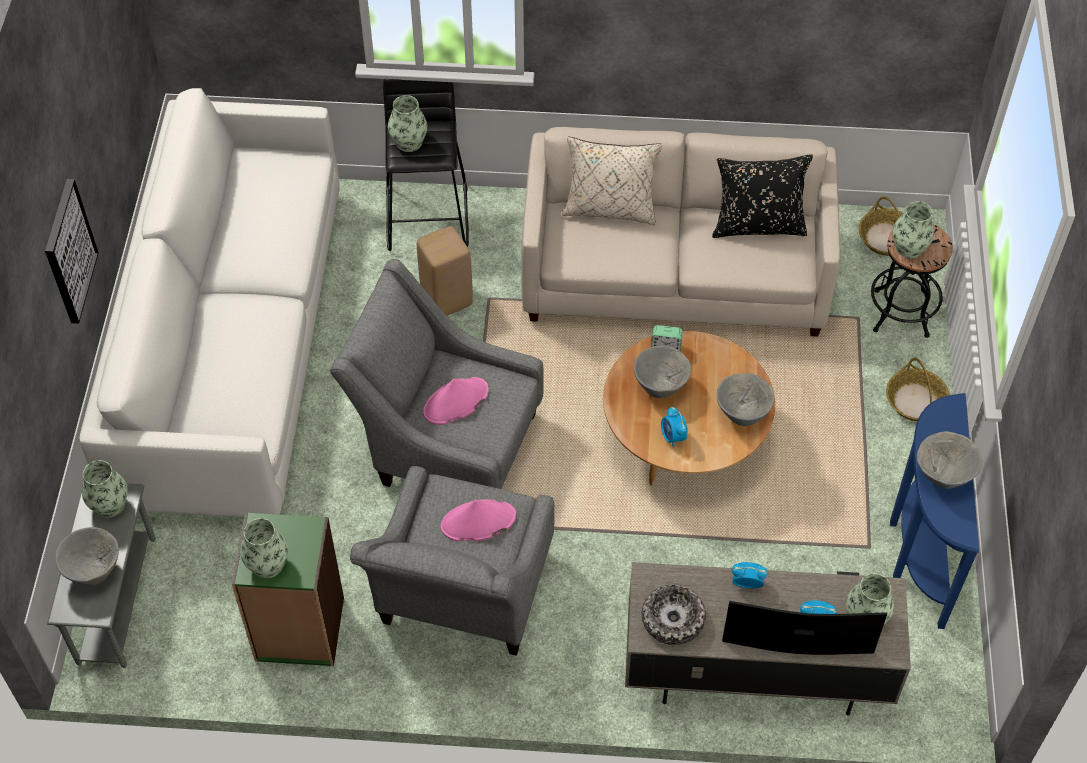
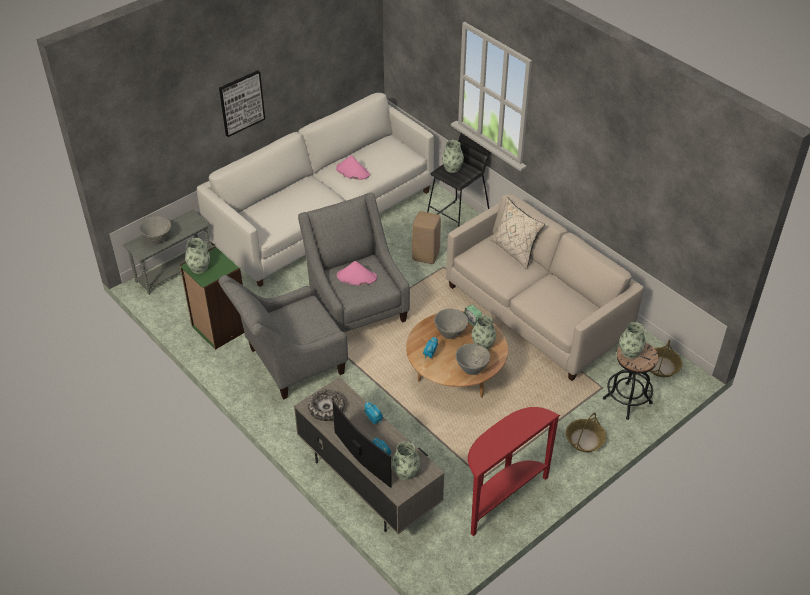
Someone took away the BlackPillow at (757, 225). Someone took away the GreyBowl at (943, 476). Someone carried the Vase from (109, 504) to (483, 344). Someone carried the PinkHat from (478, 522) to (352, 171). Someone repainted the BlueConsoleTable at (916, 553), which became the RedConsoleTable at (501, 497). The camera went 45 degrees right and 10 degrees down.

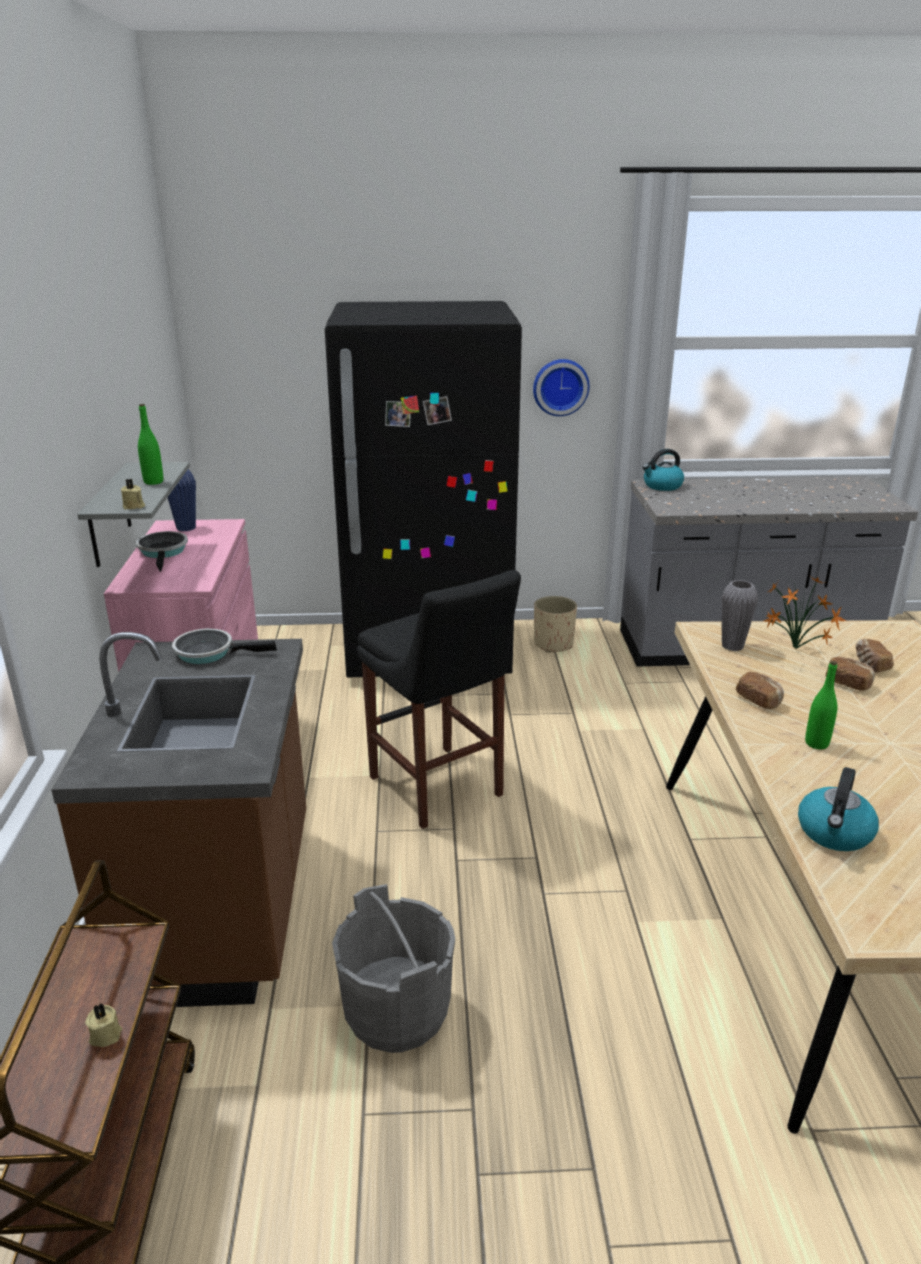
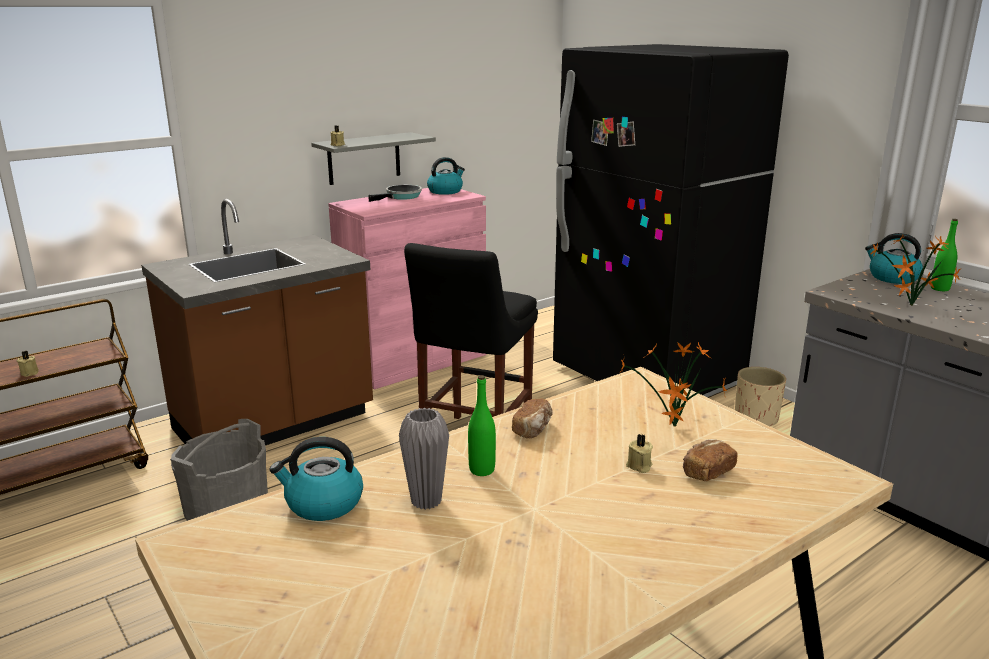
Someone took away the FryingPan at (210, 652). Someone took away the WallClock at (560, 386). Someone put down the PottedPlant at (909, 306). Someone carried the GreenBottle from (153, 482) to (940, 288). Someone carried the GreyVase from (732, 646) to (426, 501). Someone swapped the BlueVase at (186, 528) for the Kettle at (445, 191). Someone swapped the Bread at (848, 683) for the BeigeCandle at (639, 466). The camera went 55 degrees right and 5 degrees down.

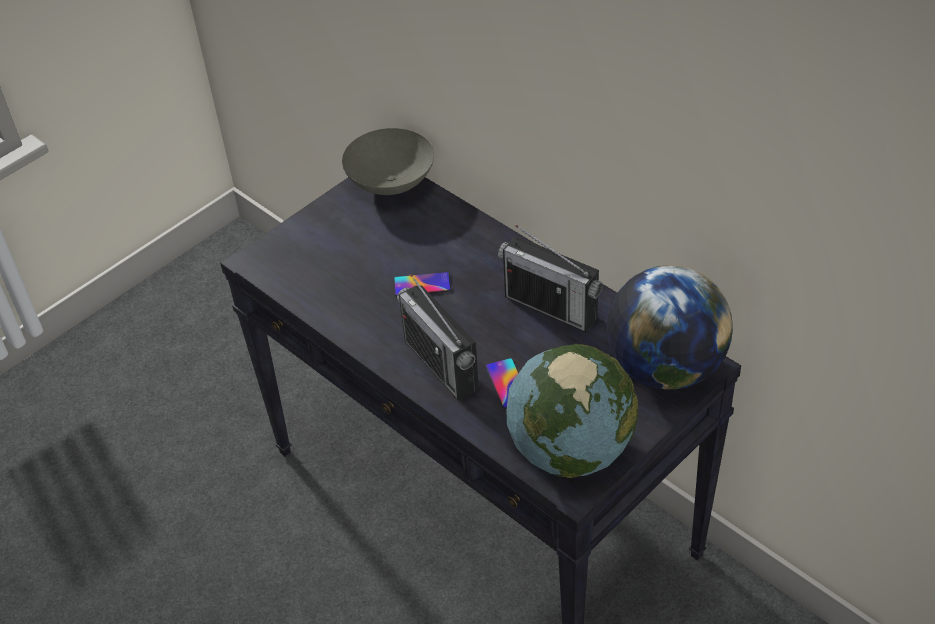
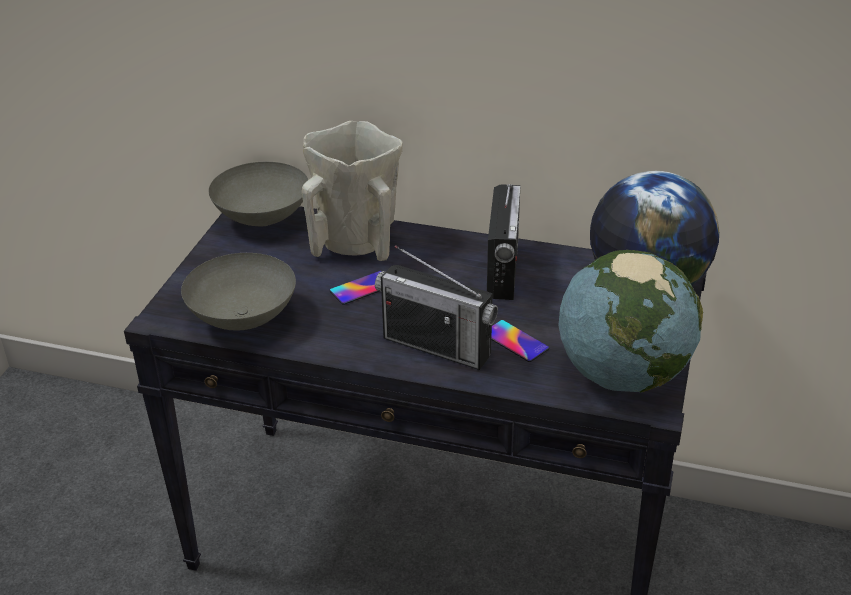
Someone put down the GreyBowl at (241, 319). Someone put down the BeigeVase at (357, 240). Someone rotated the Radio at (551, 307) by 90 degrees counterclockwise. The camera went 30 degrees left and 10 degrees down.

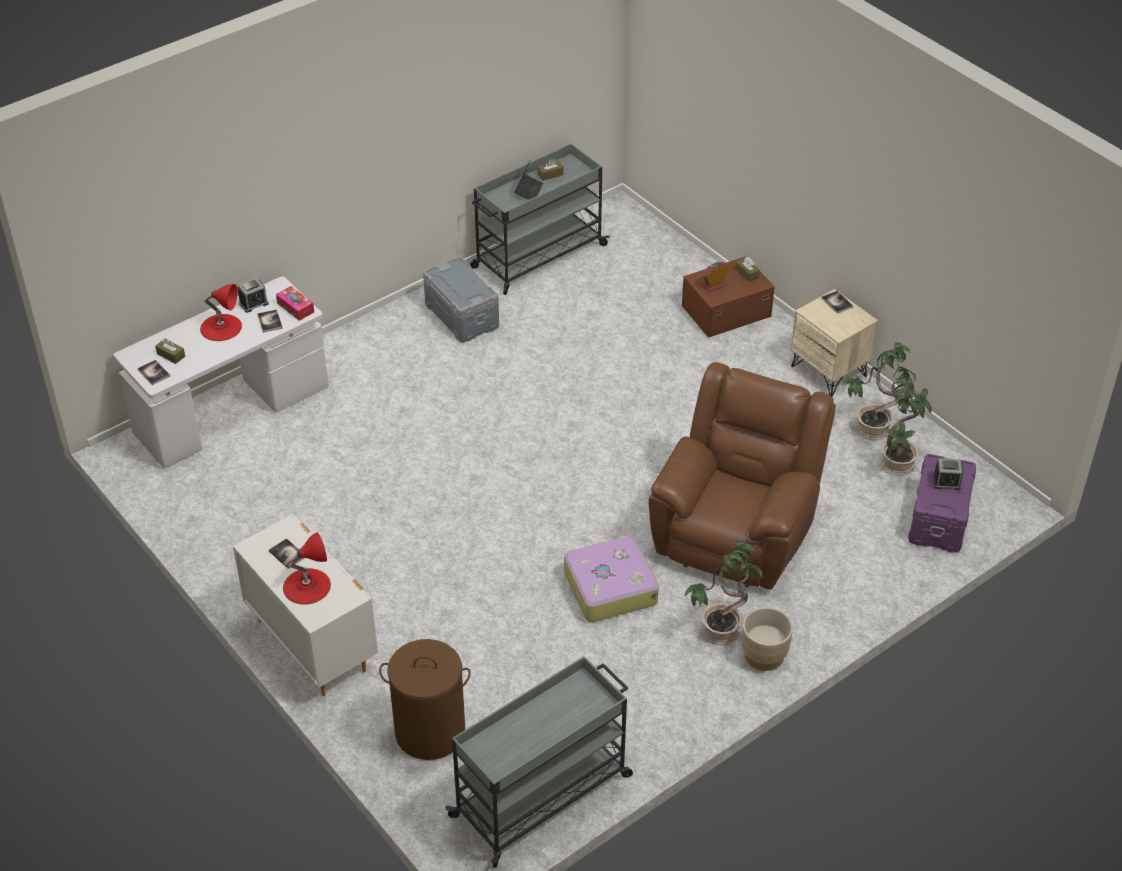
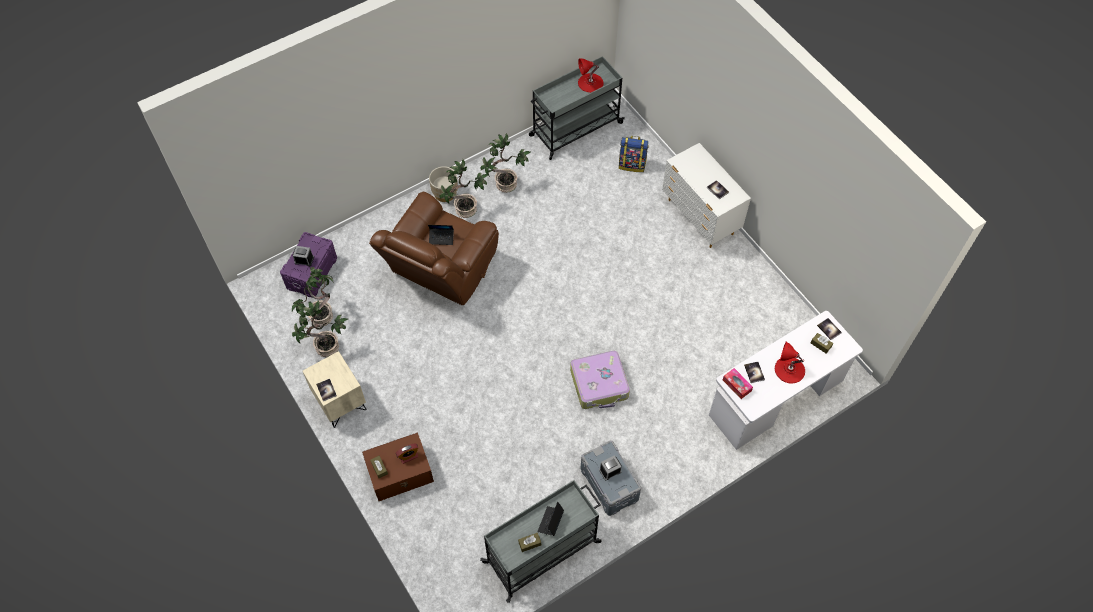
Someone put down the Laptop at (441, 238). Someone put down the PottedPlant at (506, 185). Someone carried the AlarmClock from (253, 303) to (610, 471). Someone carried the RedTableLamp from (306, 586) to (590, 83). Someone carried the Suitcase from (609, 587) to (599, 384). Someone swapped the BrownLaundryBasket at (430, 732) for the Backpack at (632, 164). The camera went 175 degrees left and 15 degrees up.

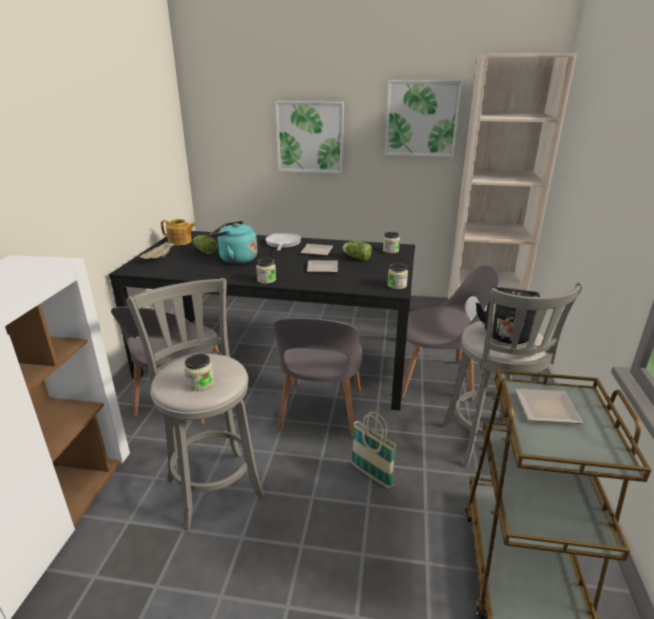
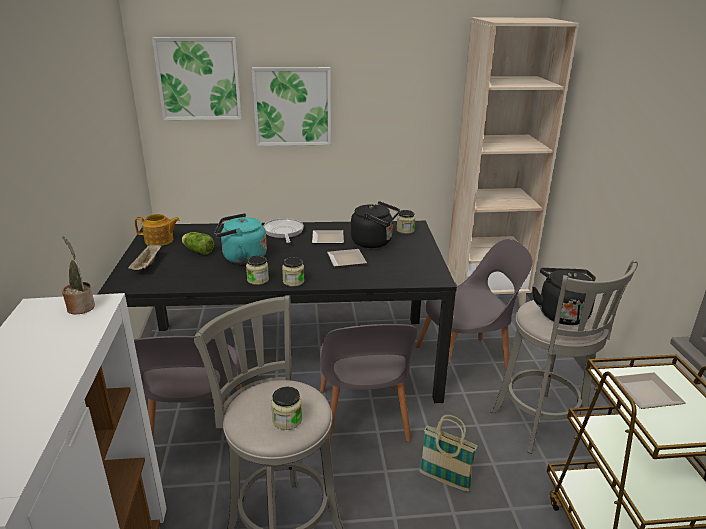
Someone put down the PottedPlant at (81, 306). Someone carried the Picture from (421, 119) to (199, 79). Someone carried the Jar from (397, 285) to (258, 280). Someone swapped the Lettuce at (356, 257) for the BlackKettle at (374, 242). The camera went 15 degrees left and 0 degrees up.

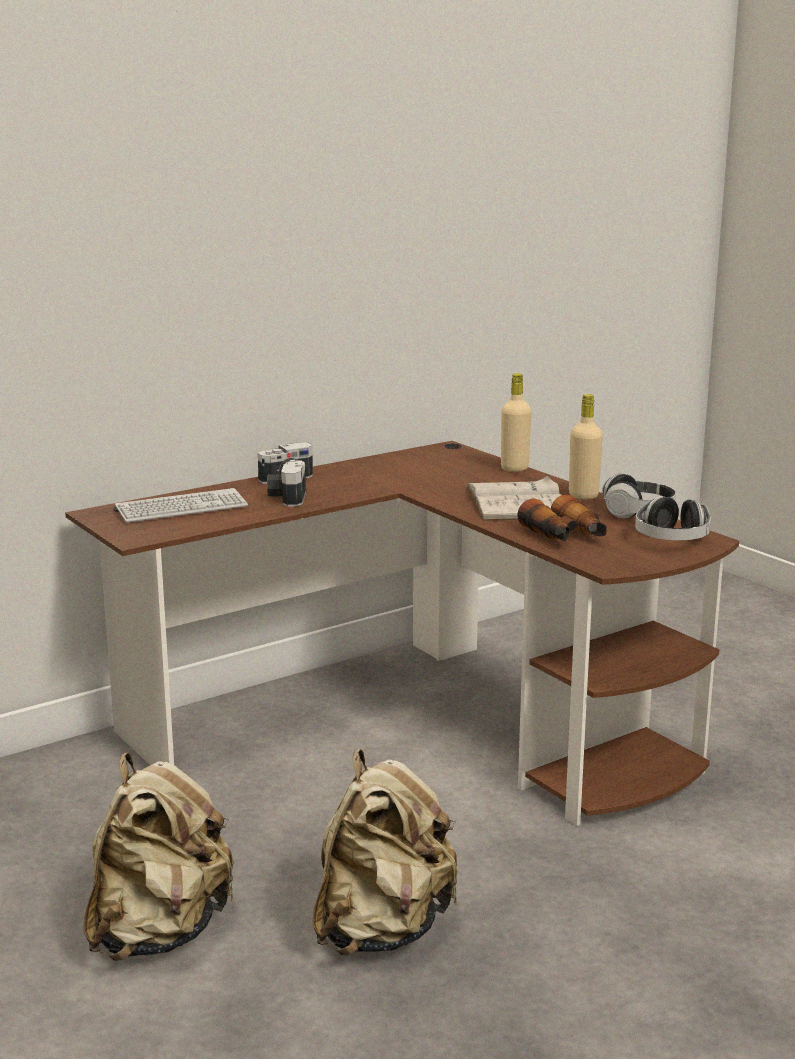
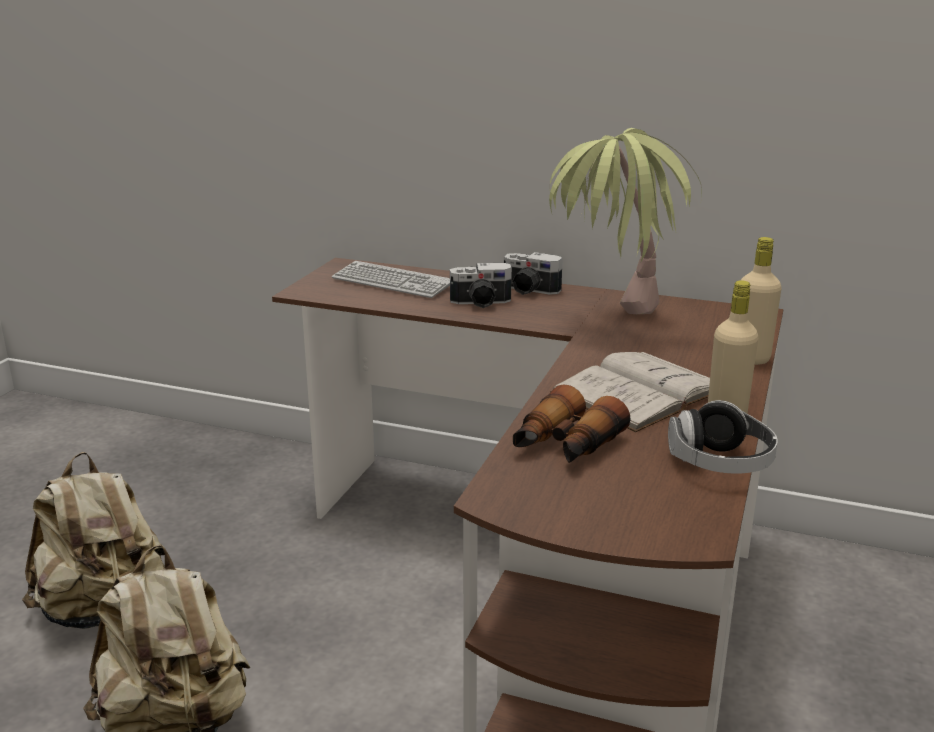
Someone took away the Headphones at (671, 541). Someone put down the PottedPlant at (611, 324). Someone rotated the PhotoCamera at (286, 497) by 150 degrees counterclockwise. The camera went 55 degrees right and 5 degrees up.

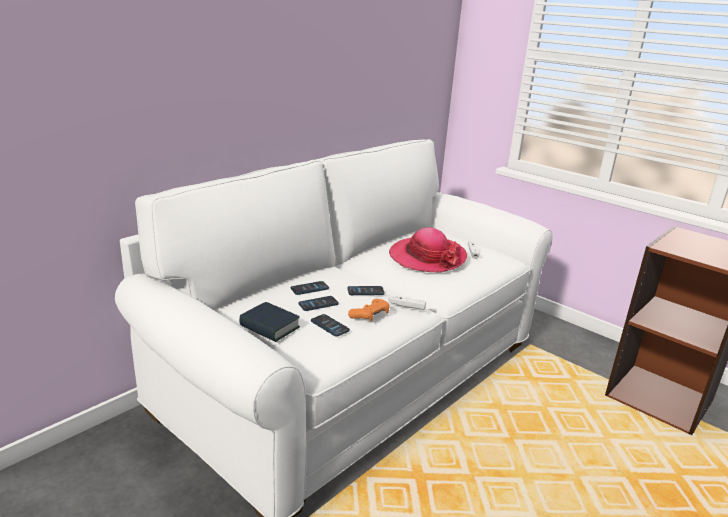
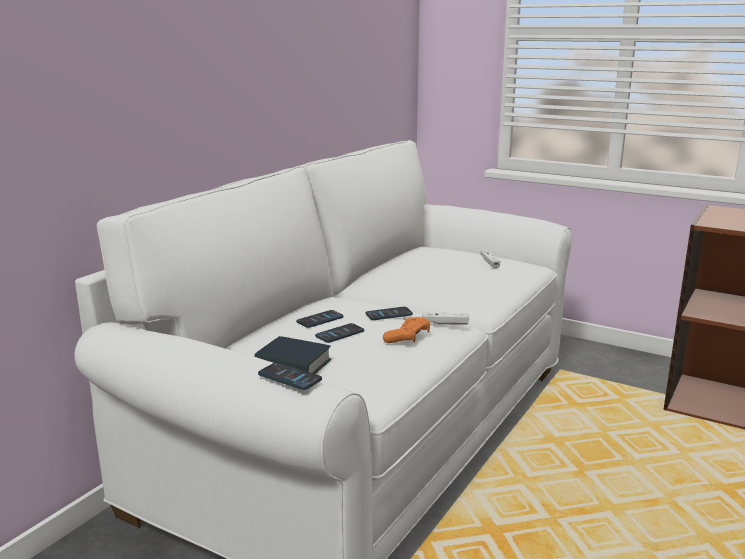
Someone took away the Hat at (427, 257). Someone carried the Phone from (329, 326) to (289, 377). The camera went 10 degrees left and 5 degrees down.

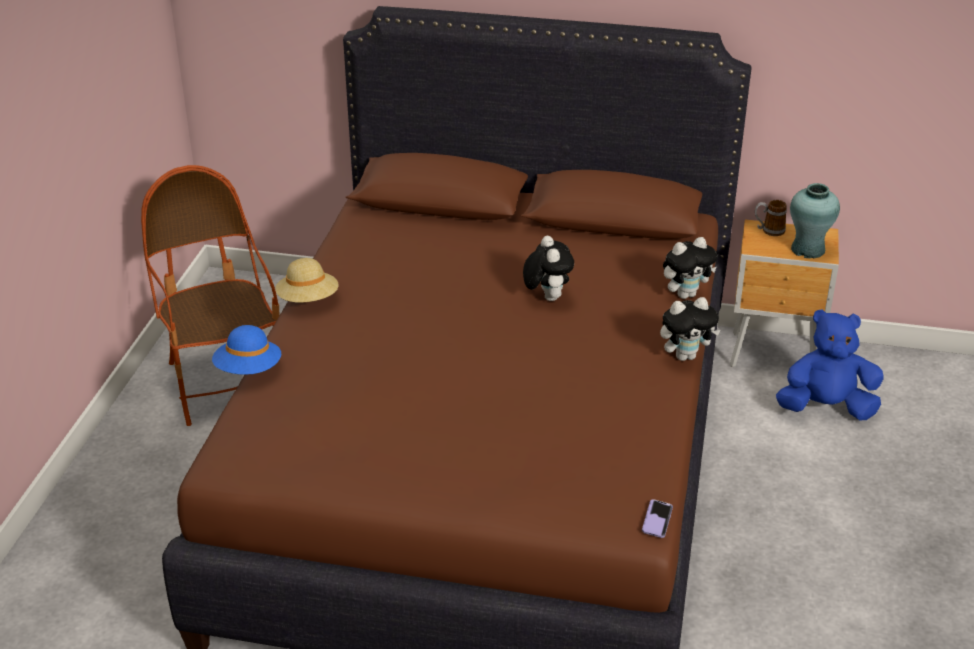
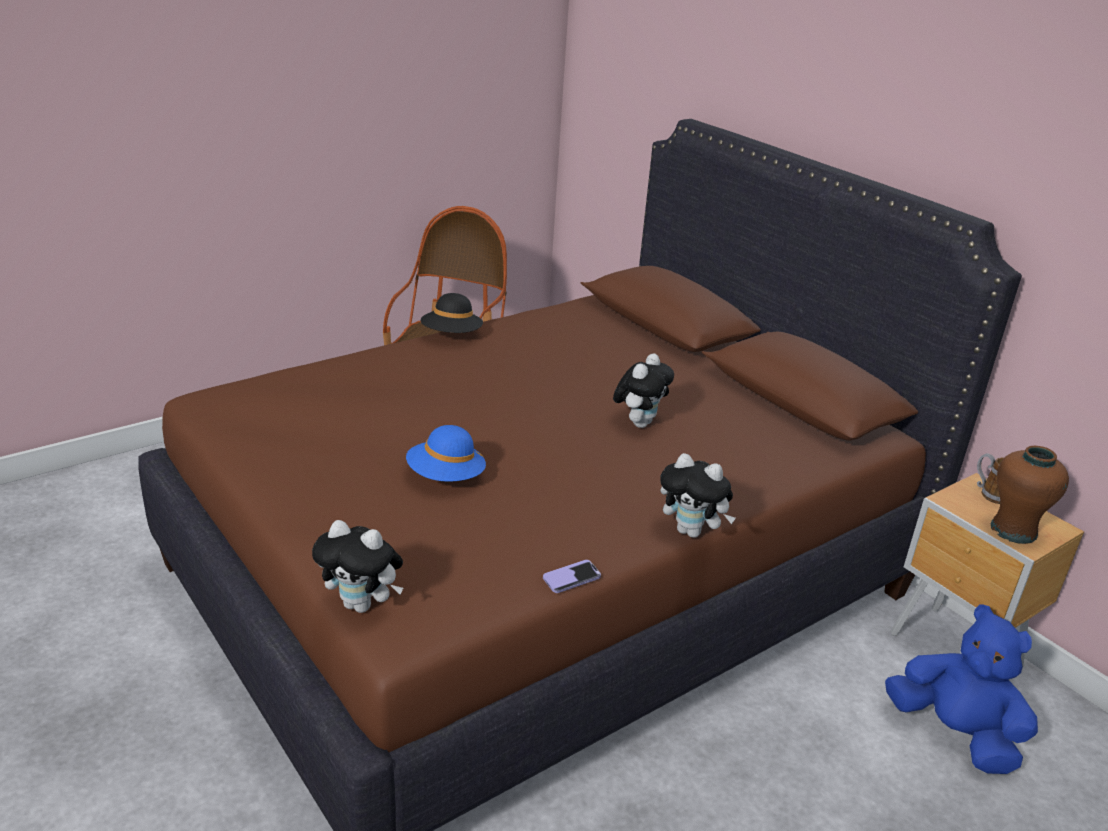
Someone carried the BlueHat from (248, 370) to (445, 477). Someone carried the Phone from (657, 520) to (571, 578). Someone carried the PlushToy from (686, 294) to (362, 605). Someone repainted the BeigeHat at (308, 300), which became the BlackHat at (451, 335). Someone repainted the TurquoiseVase at (808, 250), which became the BrownVase at (1013, 531). The camera went 40 degrees right and 5 degrees down.

